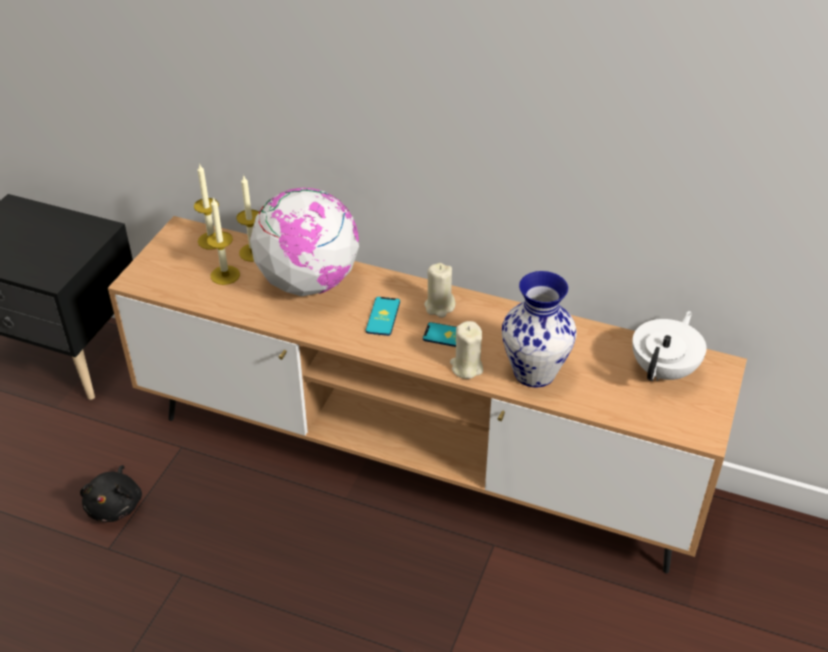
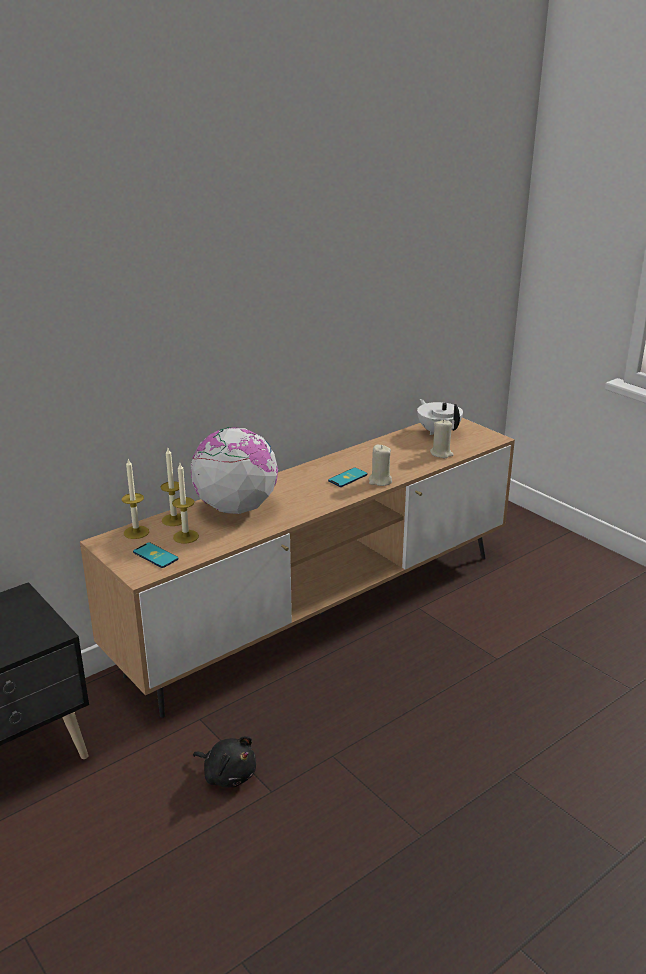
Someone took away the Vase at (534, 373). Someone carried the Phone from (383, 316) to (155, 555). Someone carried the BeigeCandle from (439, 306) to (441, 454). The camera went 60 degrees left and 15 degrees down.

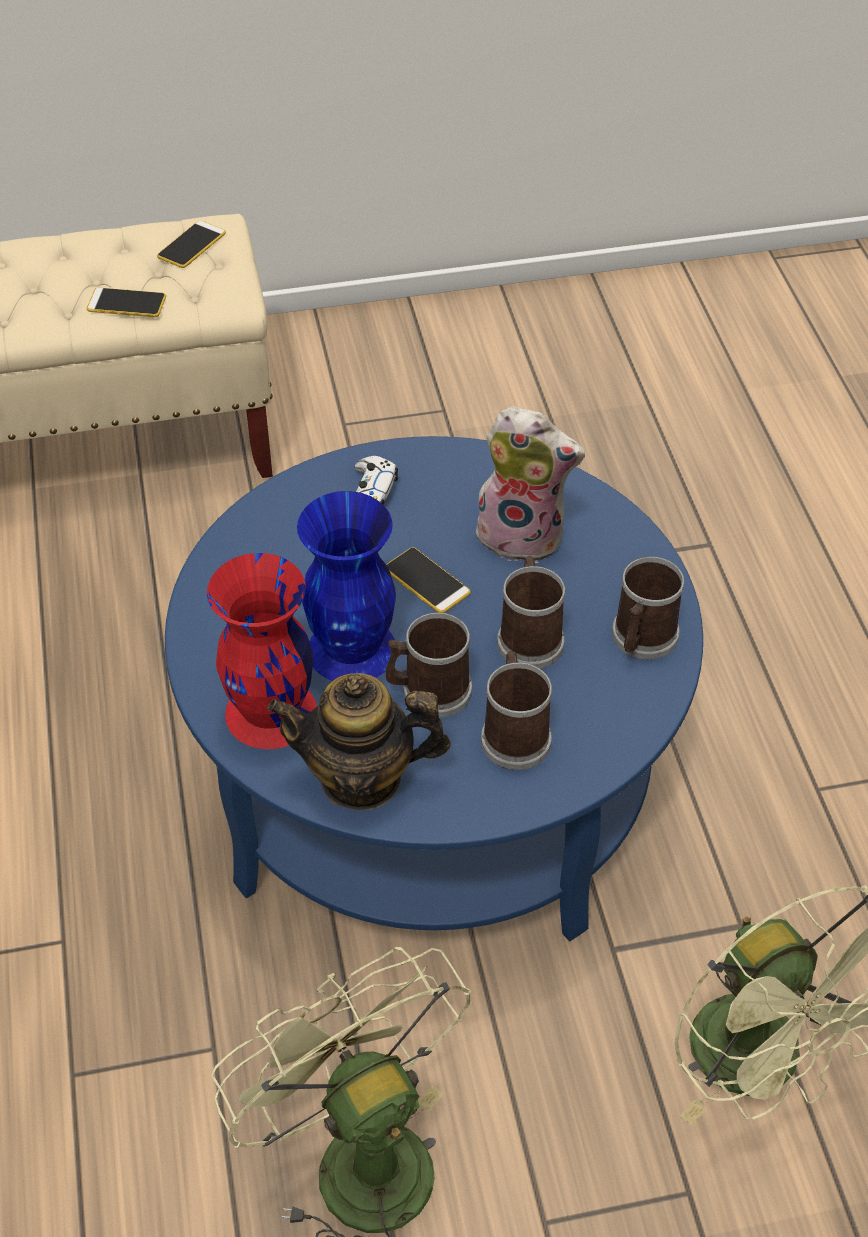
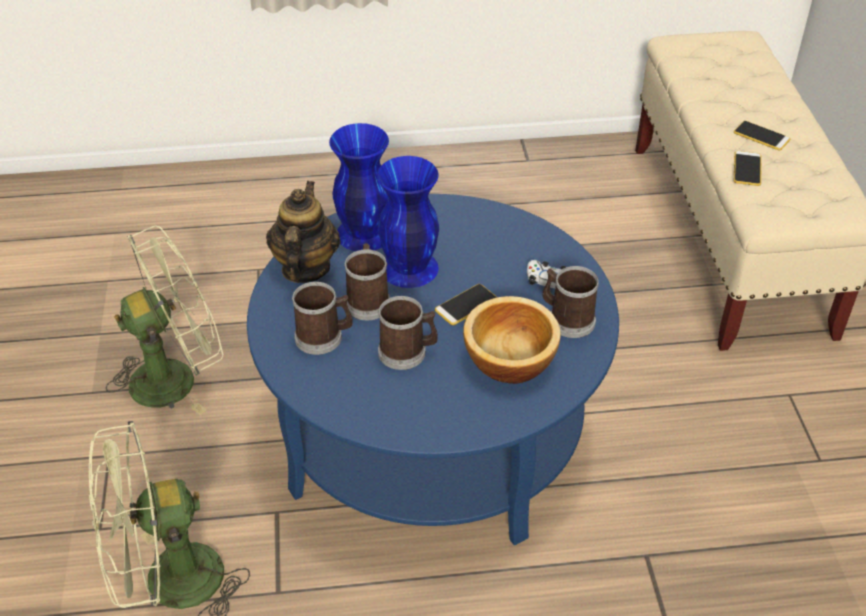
Someone carried the Phone from (191, 245) to (761, 136). Someone carried the Mug from (641, 639) to (567, 319). Someone swapped the PlushToy at (523, 535) for the Bowl at (508, 358). Someone repainted the RedVase at (270, 713), which became the BlueVase at (363, 233). The camera went 95 degrees right and 5 degrees down.

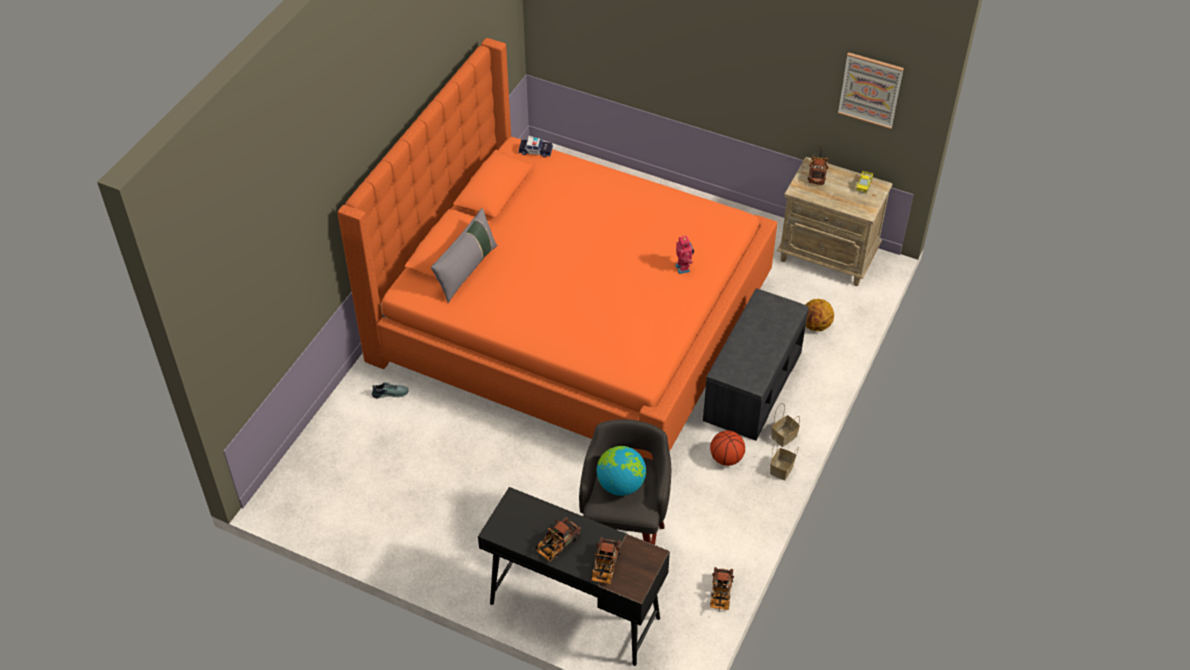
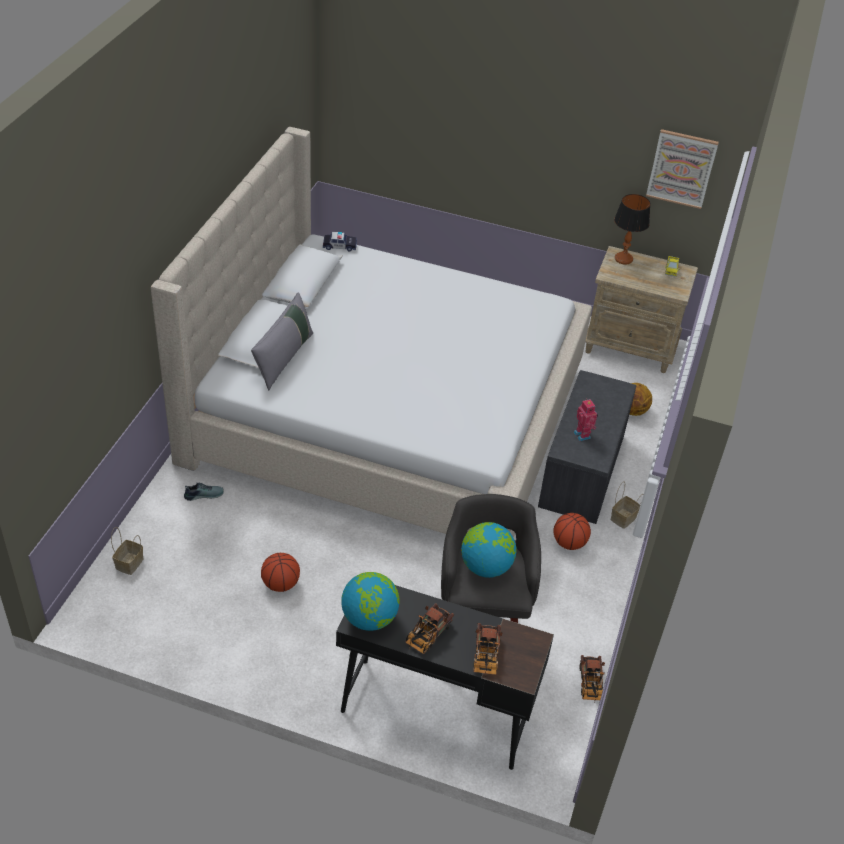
Someone put down the Basketball at (281, 584). Someone put down the Globe at (369, 618). Someone carried the ToyRobot from (683, 268) to (583, 435). Someone carried the Basket from (781, 470) to (129, 564). Someone swapped the ToyTruck at (817, 172) for the TableLamp at (623, 259). Someone repainted the OrangeBed at (570, 319), which became the BeigeBed at (385, 414). The camera went 10 degrees left and 5 degrees down.

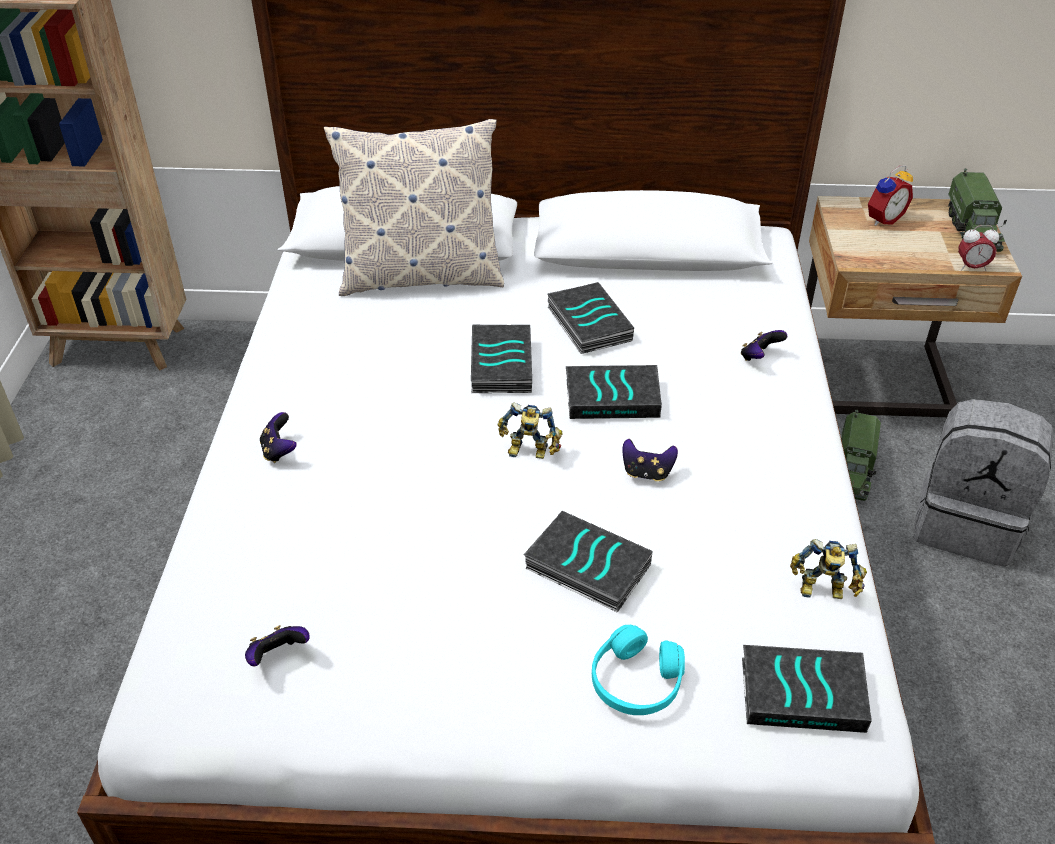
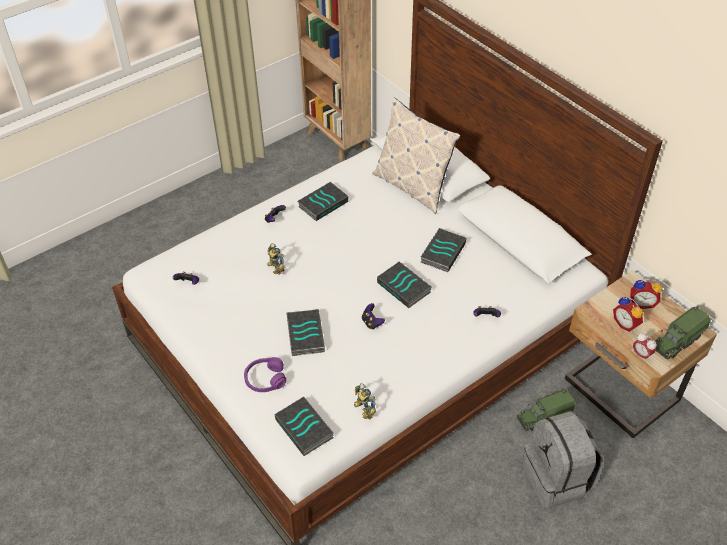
Someone put down the AlarmClock at (626, 324). Someone carried the Book from (499, 364) to (323, 203). Someone carried the ToyRobot from (529, 453) to (275, 268). Someone repainted the TurquoiseHeadphones at (636, 681), which became the PurpleHeadphones at (265, 379). The camera went 50 degrees right and 5 degrees up.

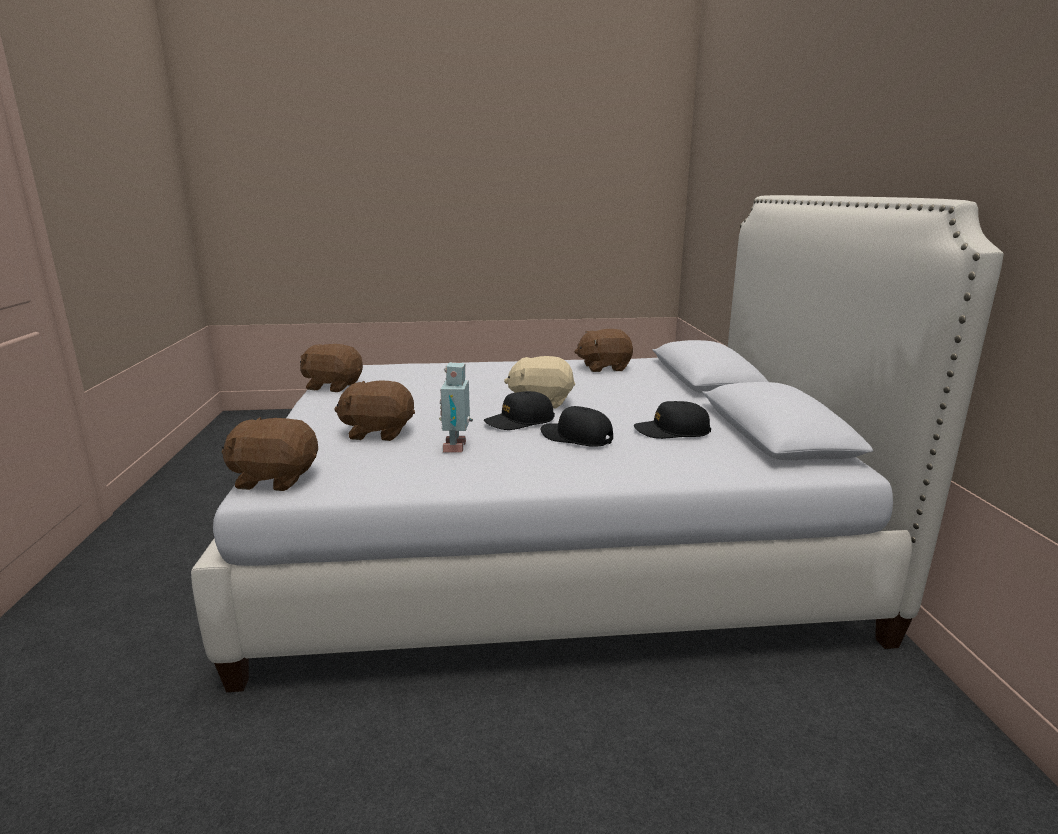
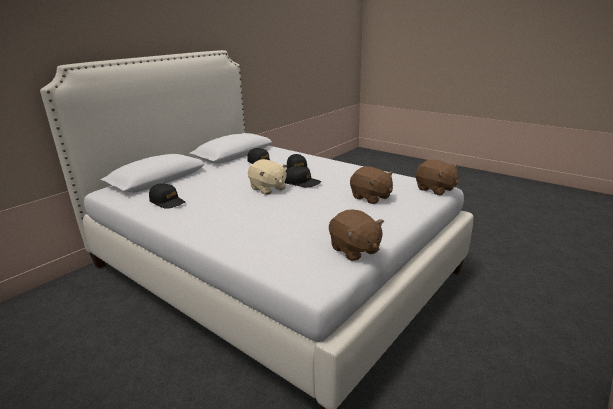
Someone took away the ToyRobot at (457, 447). Someone swapped the BrownPlushToy at (604, 367) for the BlackCap at (167, 202). The camera went 135 degrees left and 5 degrees up.

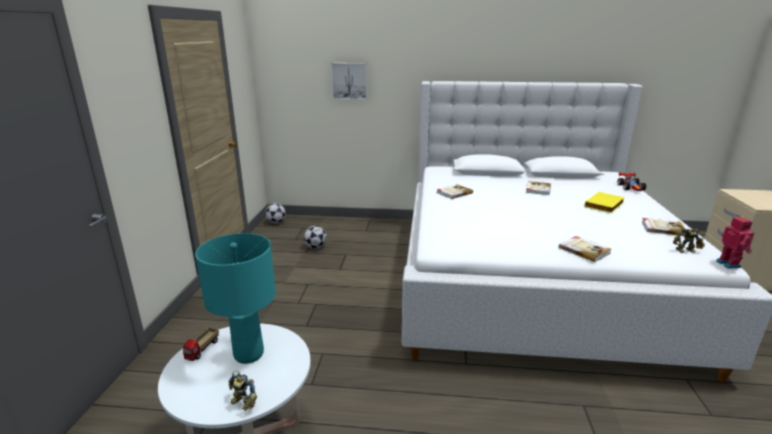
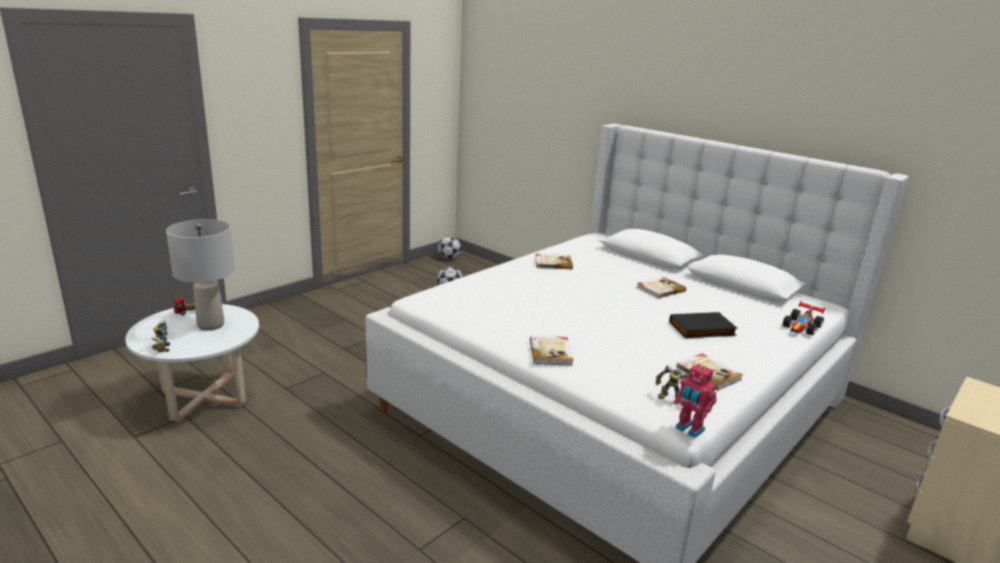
Someone took away the Picture at (349, 81). Someone repainted the TurquoiseTableLamp at (248, 355), which became the GreyTableLamp at (210, 325). Someone repainted the YellowBook at (605, 205), which became the BlackBook at (702, 329). Someone rotated the ToyRobot at (729, 264) by 105 degrees clockwise. The camera went 35 degrees right and 0 degrees up.

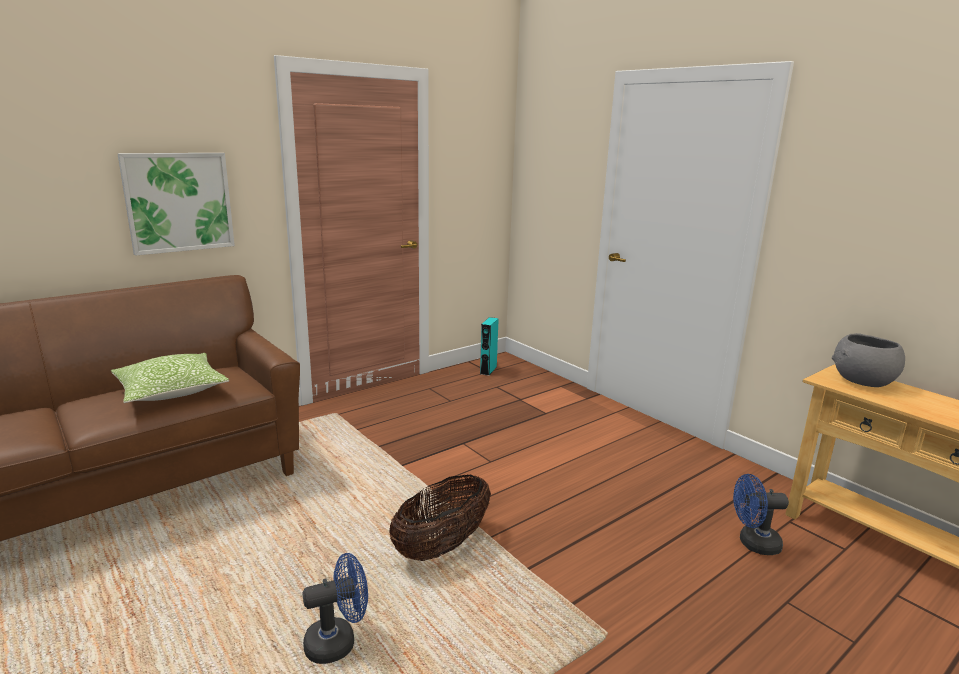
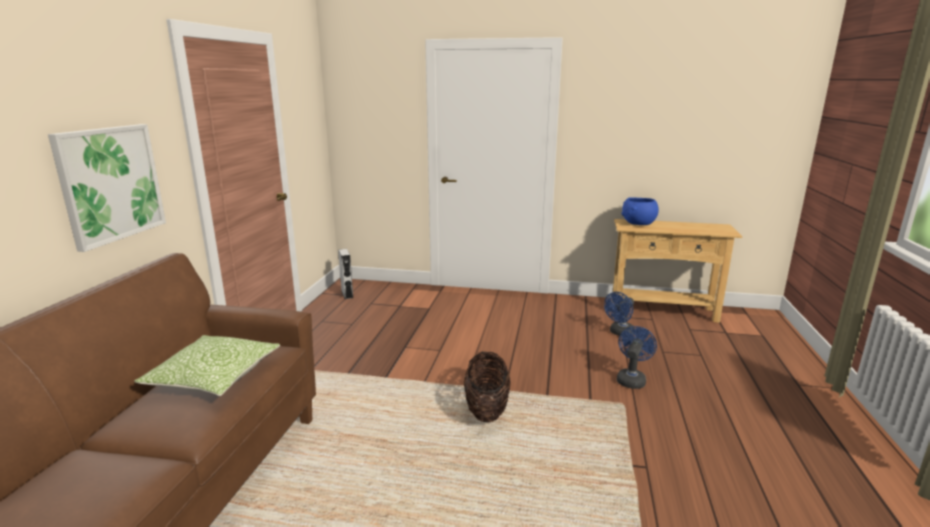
Someone carried the BlueFan from (338, 641) to (631, 379). Someone repainted the TurquoiseSpeaker at (488, 370), which became the GreySpeaker at (347, 294). Someone repainted the GreyBowl at (861, 381), which became the BlueBowl at (638, 224). The camera went 40 degrees left and 0 degrees up.

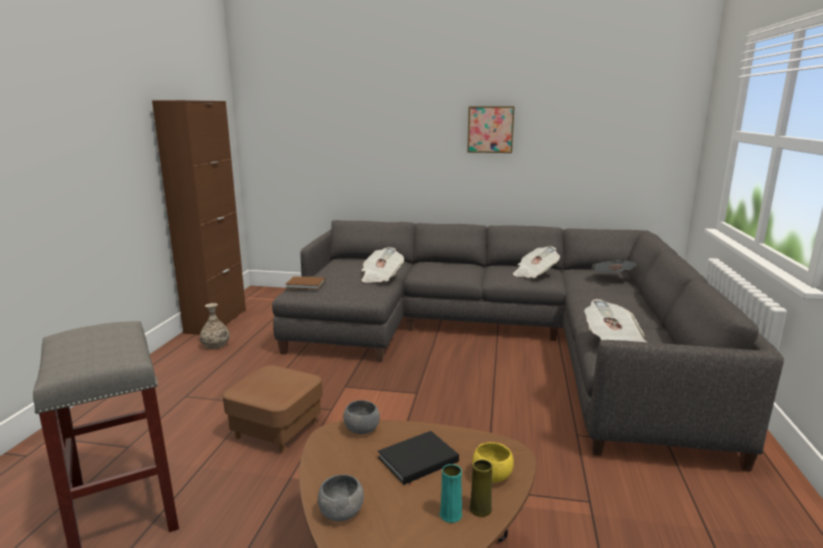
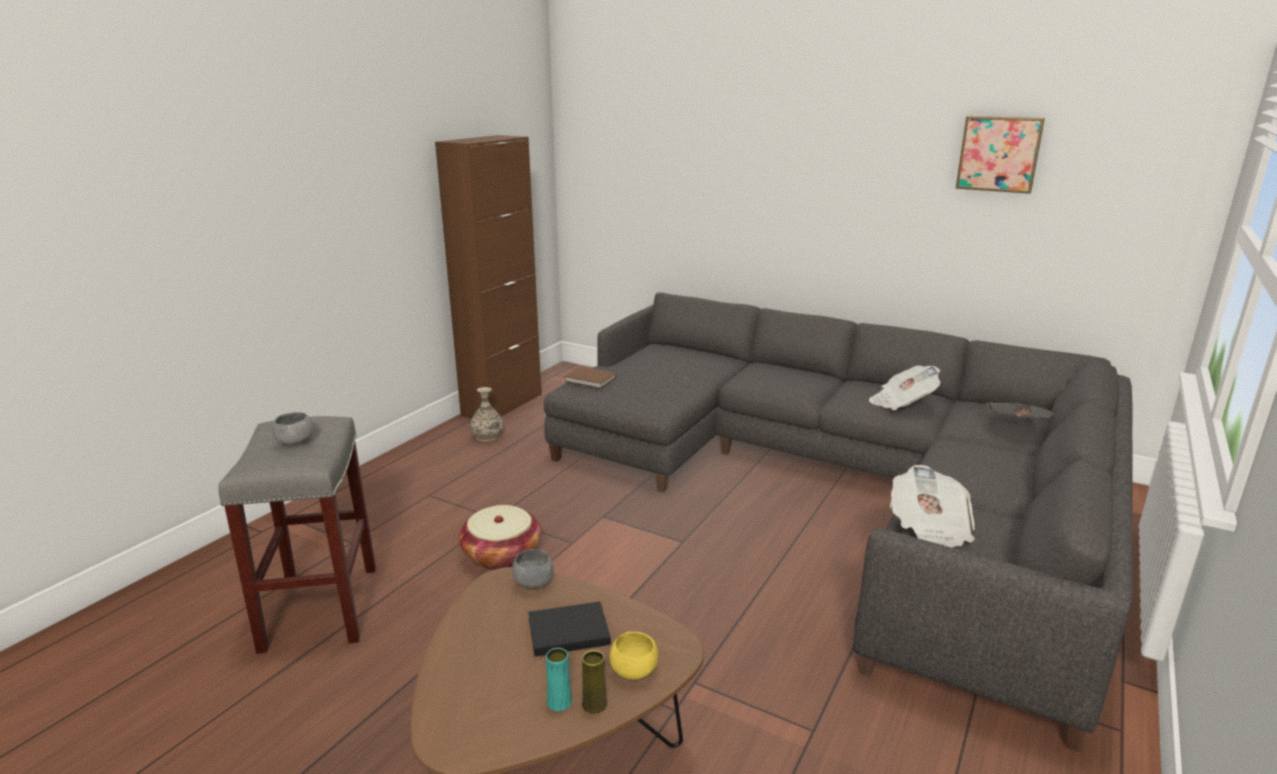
Someone took away the Newspaper at (380, 277). Someone carried the GreyBowl from (341, 512) to (295, 442). Someone carried the Picture from (490, 129) to (999, 154). Someone swapped the BrownOttoman at (277, 430) for the Basket at (502, 555). The camera went 20 degrees right and 5 degrees up.

